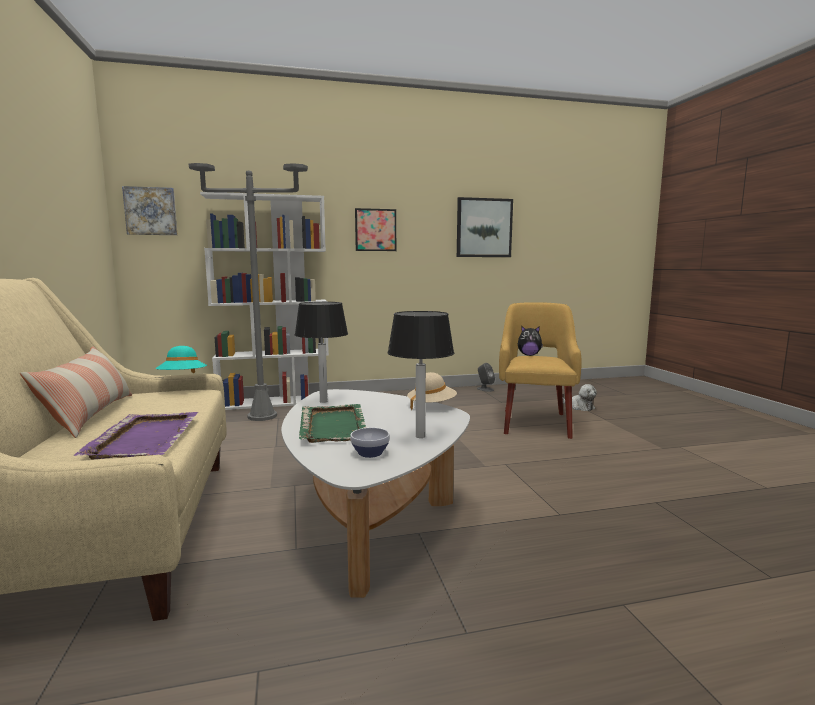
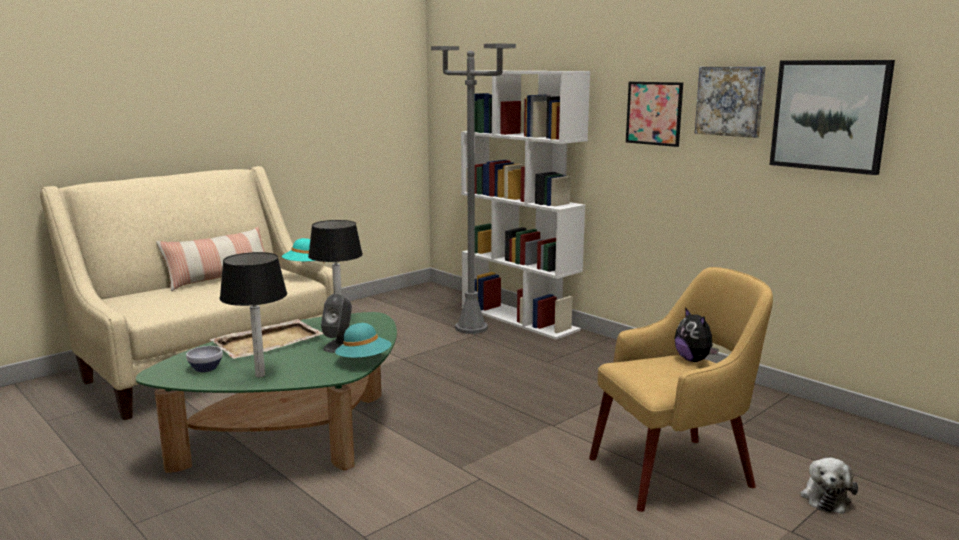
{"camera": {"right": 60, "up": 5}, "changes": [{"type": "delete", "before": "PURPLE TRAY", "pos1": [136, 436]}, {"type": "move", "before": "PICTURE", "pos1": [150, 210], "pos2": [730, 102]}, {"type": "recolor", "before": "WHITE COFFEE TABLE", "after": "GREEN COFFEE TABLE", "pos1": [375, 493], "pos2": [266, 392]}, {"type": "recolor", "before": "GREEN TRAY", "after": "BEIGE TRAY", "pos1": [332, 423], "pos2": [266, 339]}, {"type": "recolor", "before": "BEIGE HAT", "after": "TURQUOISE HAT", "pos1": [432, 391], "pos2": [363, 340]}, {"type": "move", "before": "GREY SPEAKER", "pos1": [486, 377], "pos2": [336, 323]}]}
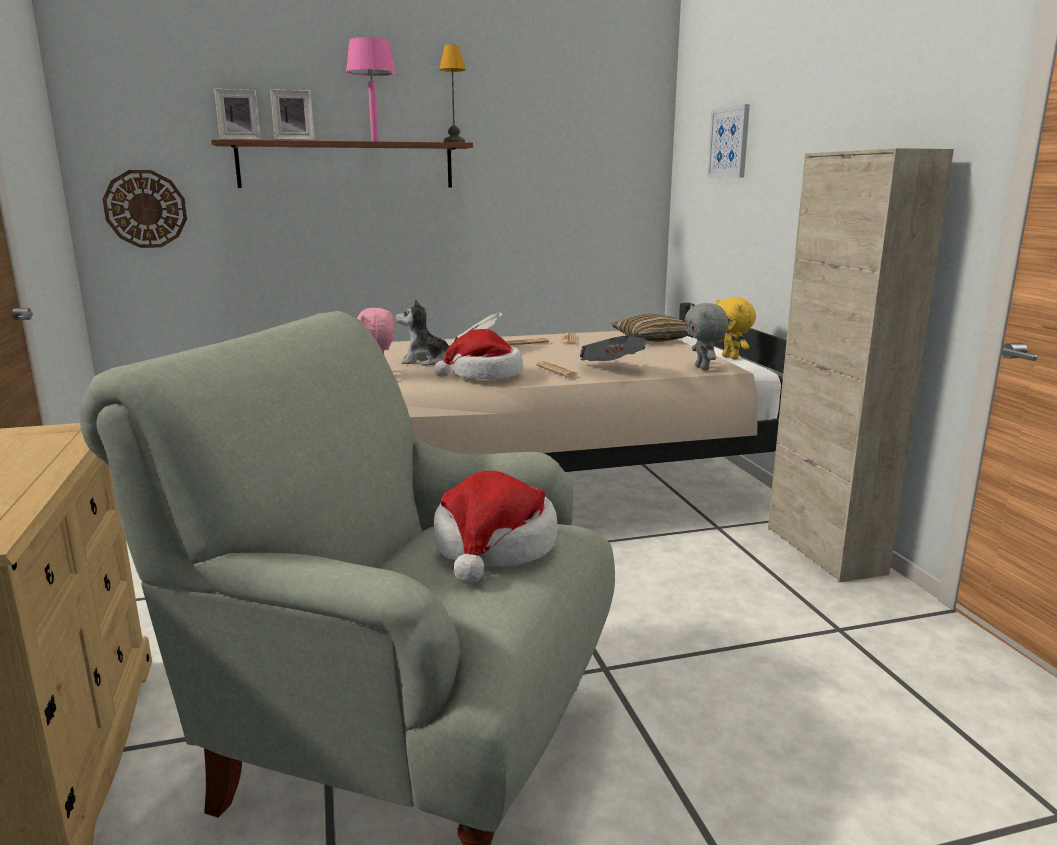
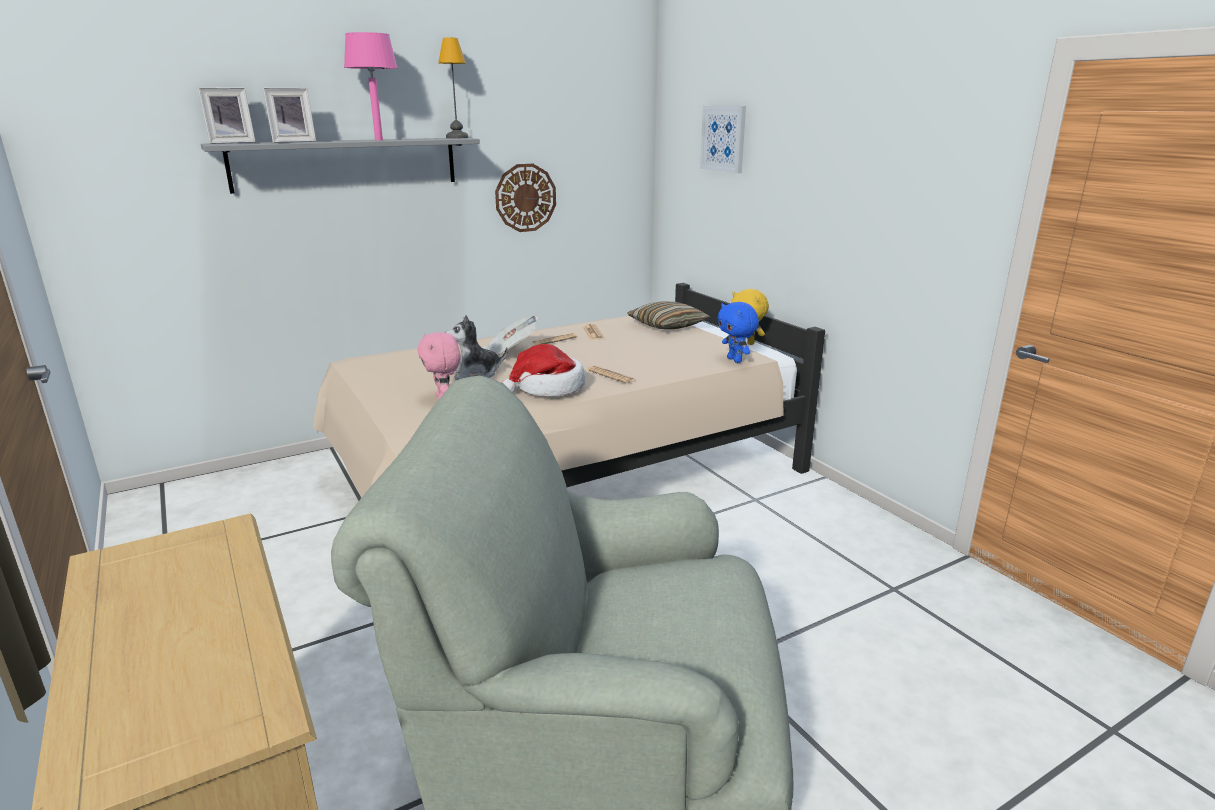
{"camera": {"right": -15, "up": 5}, "changes": [{"type": "move", "before": "WALL CLOCK", "pos1": [145, 209], "pos2": [525, 198]}, {"type": "recolor", "before": "BROWN SHELF", "after": "GREY SHELF", "pos1": [342, 163], "pos2": [340, 166]}, {"type": "delete", "before": "HAT", "pos1": [495, 527]}, {"type": "delete", "before": "NEWSPAPER", "pos1": [613, 348]}, {"type": "recolor", "before": "GREY PLUSH TOY", "after": "BLUE PLUSH TOY", "pos1": [706, 336], "pos2": [738, 332]}, {"type": "delete", "before": "BEIGE CABINET", "pos1": [861, 365]}]}
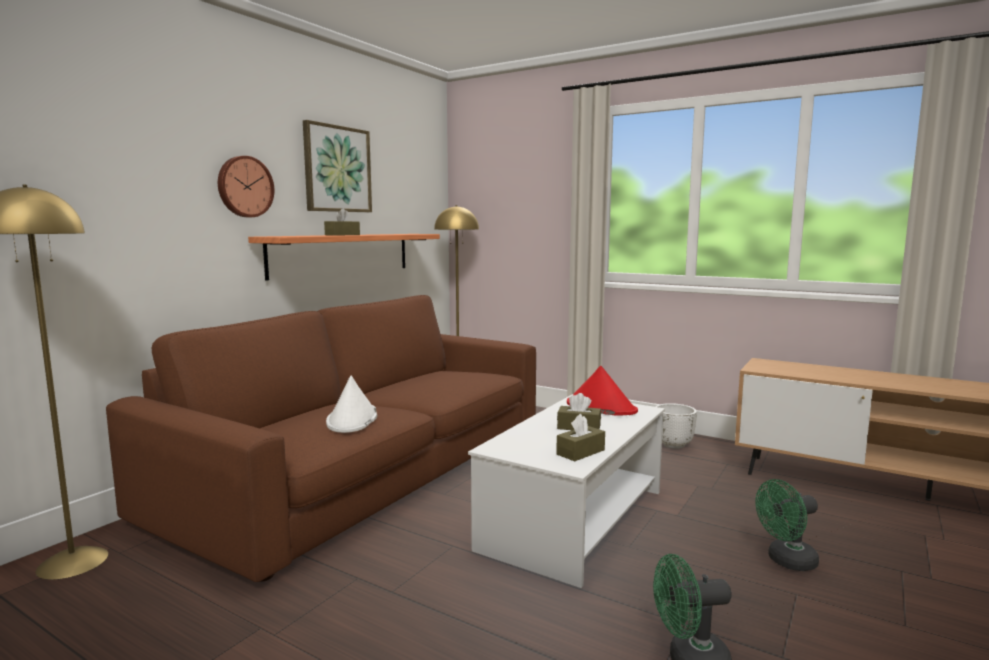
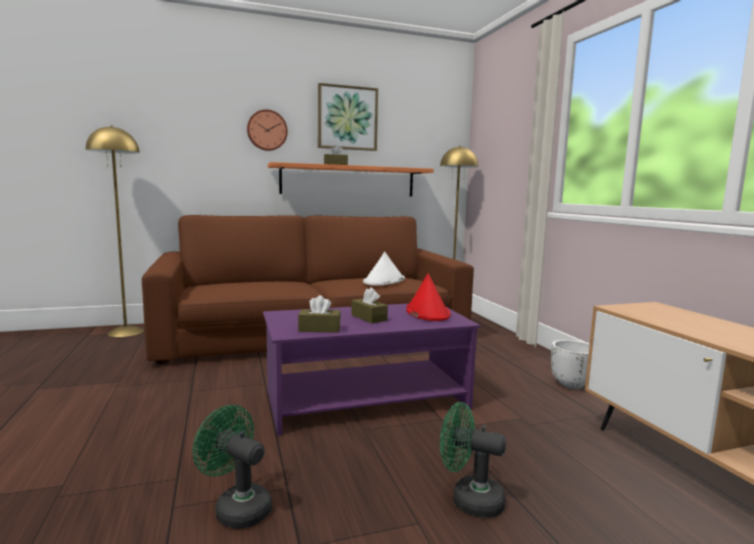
{"camera": {"right": 40, "up": 0}, "changes": [{"type": "move", "before": "WHITE HAT", "pos1": [351, 404], "pos2": [384, 269]}, {"type": "recolor", "before": "WHITE COFFEE TABLE", "after": "PURPLE COFFEE TABLE", "pos1": [566, 491], "pos2": [371, 370]}]}
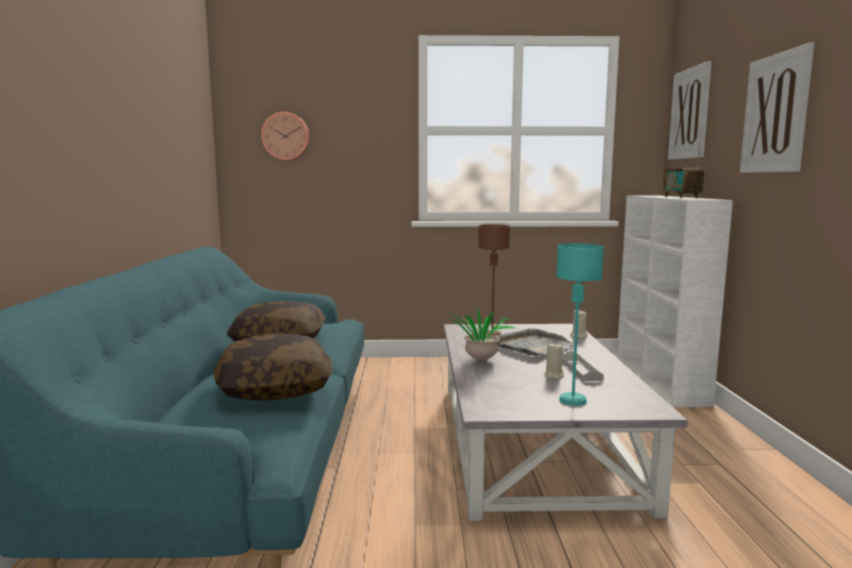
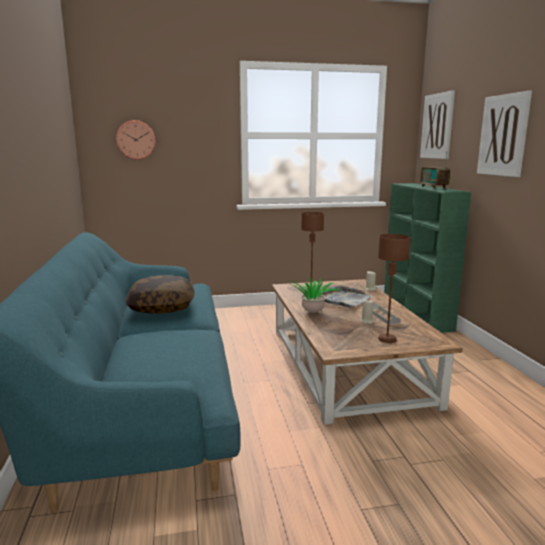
{"camera": {"right": -10, "up": 5}, "changes": [{"type": "delete", "before": "PILLOW", "pos1": [273, 367]}, {"type": "recolor", "before": "GREY COFFEE TABLE", "after": "BROWN COFFEE TABLE", "pos1": [566, 422], "pos2": [367, 352]}, {"type": "recolor", "before": "TURQUOISE TABLE LAMP", "after": "BROWN TABLE LAMP", "pos1": [580, 324], "pos2": [394, 288]}, {"type": "recolor", "before": "WHITE BOOKCASE", "after": "GREEN BOOKCASE", "pos1": [675, 301], "pos2": [427, 258]}]}
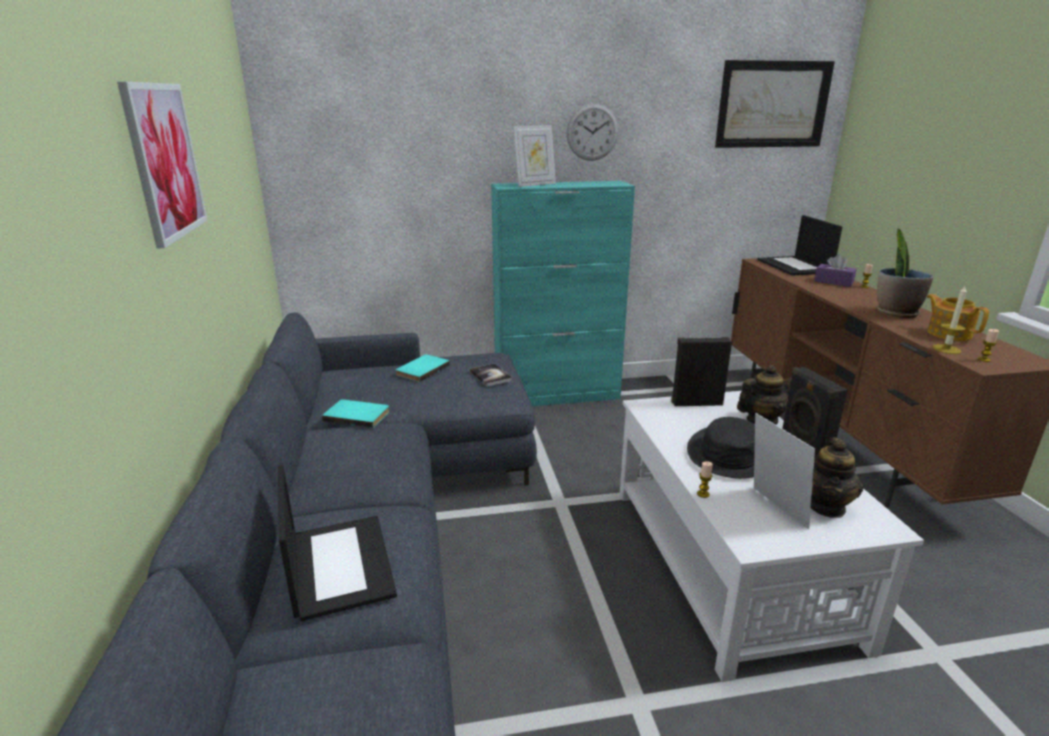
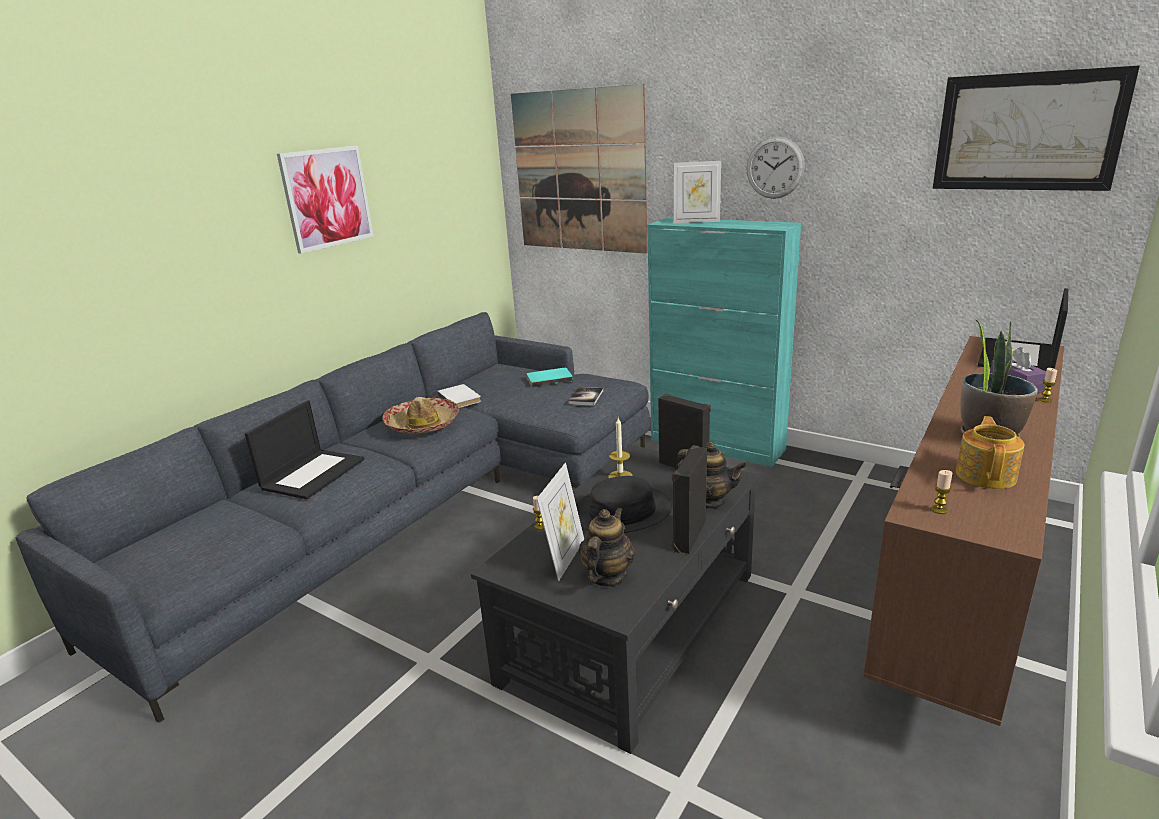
{"camera": {"right": 45, "up": 0}, "changes": [{"type": "recolor", "before": "TURQUOISE BOOK", "after": "WHITE BOOK", "pos1": [355, 413], "pos2": [459, 396]}, {"type": "recolor", "before": "WHITE COFFEE TABLE", "after": "BLACK COFFEE TABLE", "pos1": [772, 536], "pos2": [615, 599]}, {"type": "rotate", "before": "TEAPOT", "pos1": [837, 477], "pos2": [607, 547], "turn": 135}, {"type": "move", "before": "CANDLE", "pos1": [949, 320], "pos2": [620, 448]}, {"type": "insert", "after": "HAT", "pos2": [420, 415]}, {"type": "insert", "after": "PICTURE", "pos2": [579, 169]}]}
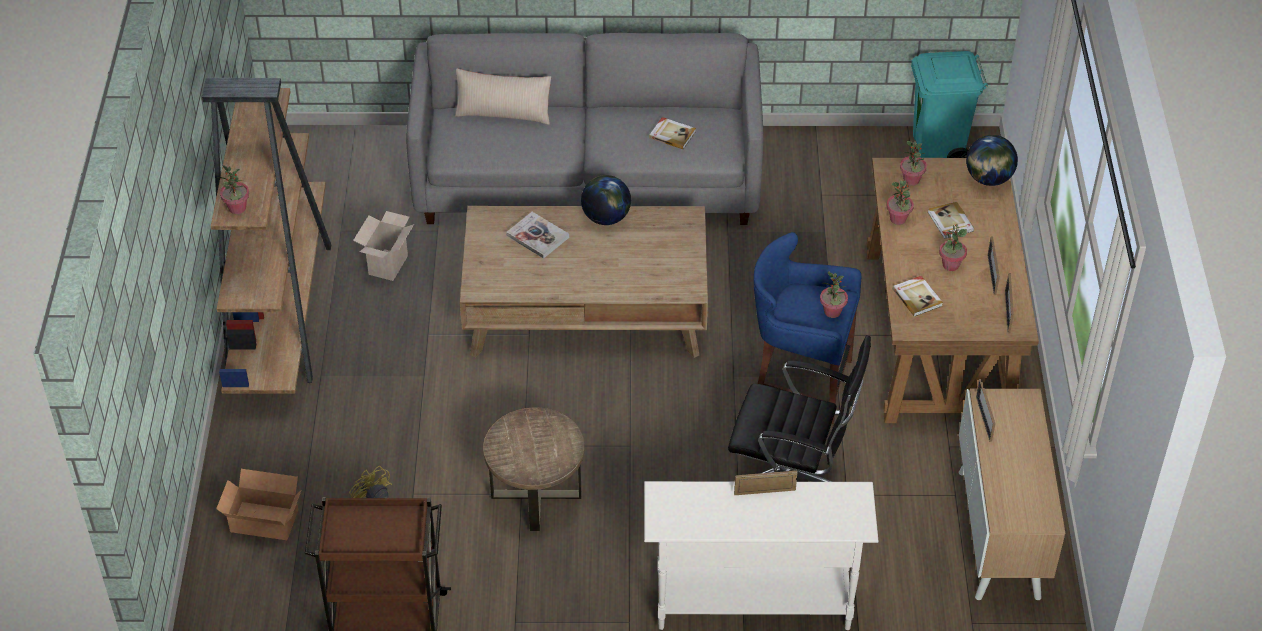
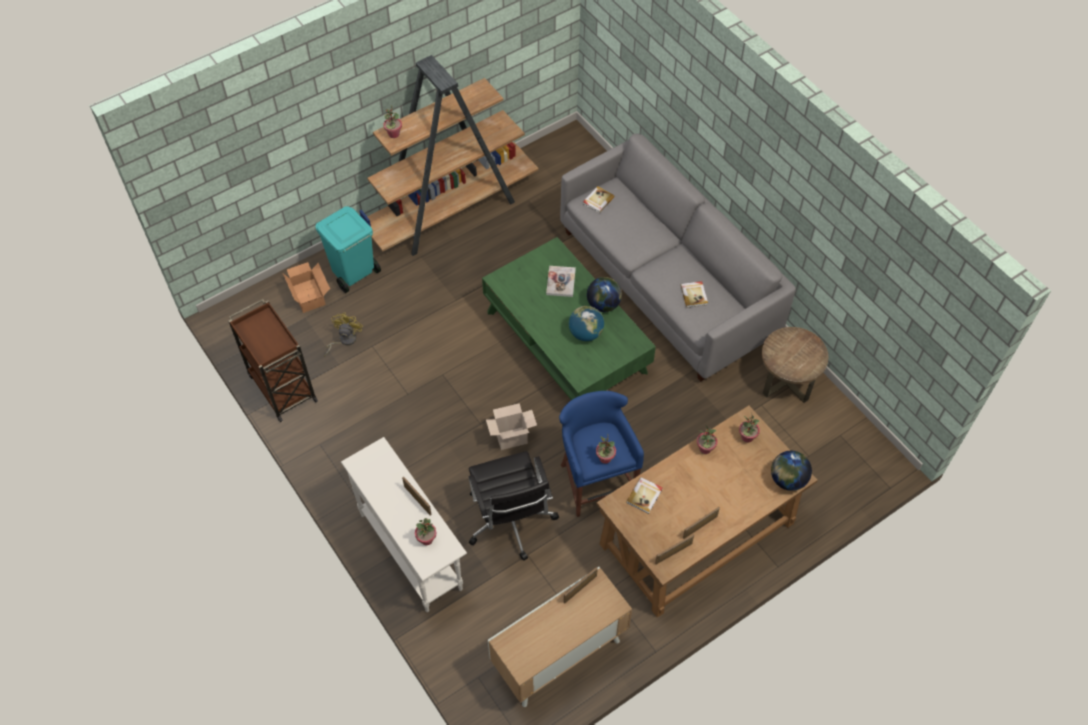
{"camera": {"right": 55, "up": 10}, "changes": [{"type": "move", "before": "CARDBOARD BOX", "pos1": [383, 246], "pos2": [511, 426]}, {"type": "delete", "before": "BEIGE PILLOW", "pos1": [503, 96]}, {"type": "recolor", "before": "BROWN COFFEE TABLE", "after": "GREEN COFFEE TABLE", "pos1": [584, 282], "pos2": [569, 318]}, {"type": "move", "before": "BROWN SIDE TABLE", "pos1": [534, 469], "pos2": [795, 365]}, {"type": "move", "before": "TURQUOISE TRASH CAN", "pos1": [949, 104], "pos2": [348, 249]}, {"type": "move", "before": "BOOK", "pos1": [951, 220], "pos2": [599, 199]}, {"type": "move", "before": "POTTED PLANT", "pos1": [953, 247], "pos2": [425, 531]}, {"type": "insert", "after": "GLOBE", "pos2": [586, 323]}]}
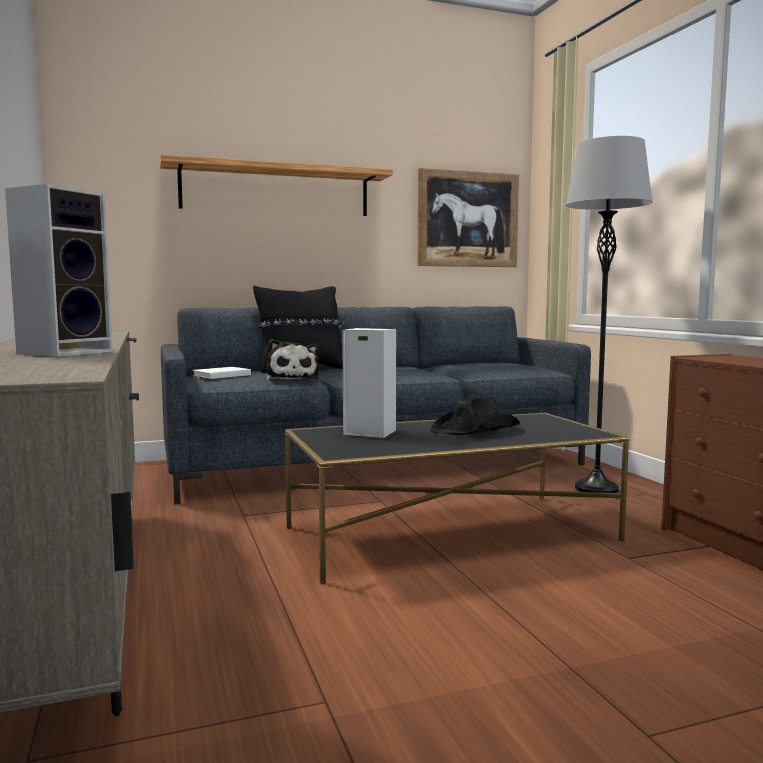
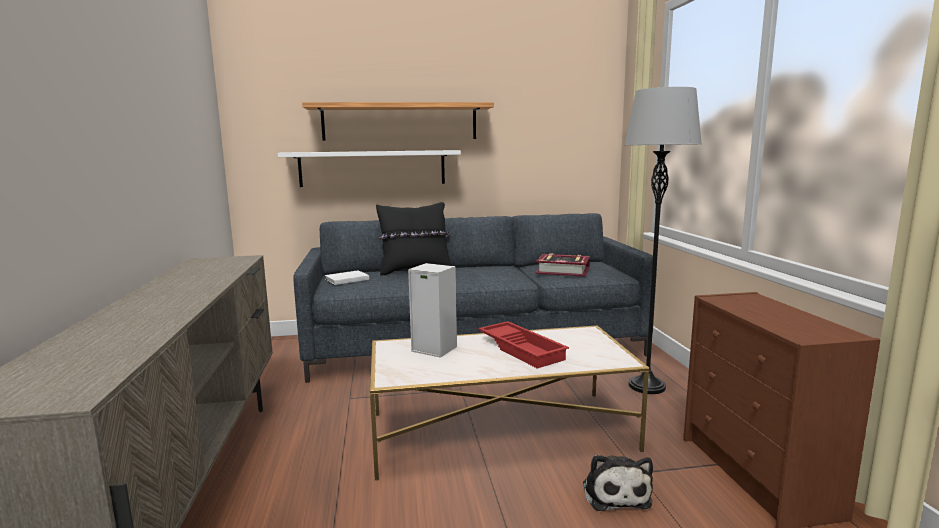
{"camera": {"right": 10, "up": 5}, "changes": [{"type": "delete", "before": "SPEAKER", "pos1": [59, 270]}, {"type": "move", "before": "PLUSH TOY", "pos1": [292, 360], "pos2": [618, 483]}, {"type": "recolor", "before": "BLACK COFFEE TABLE", "after": "WHITE COFFEE TABLE", "pos1": [457, 498], "pos2": [509, 403]}, {"type": "delete", "before": "PICTURE", "pos1": [468, 217]}, {"type": "replace", "before": "BLACK HAT", "after": "RED TRAY", "pos1": [475, 415], "pos2": [523, 345]}, {"type": "insert", "after": "WHITE SHELF", "pos2": [369, 168]}, {"type": "insert", "after": "BOOK", "pos2": [563, 265]}]}
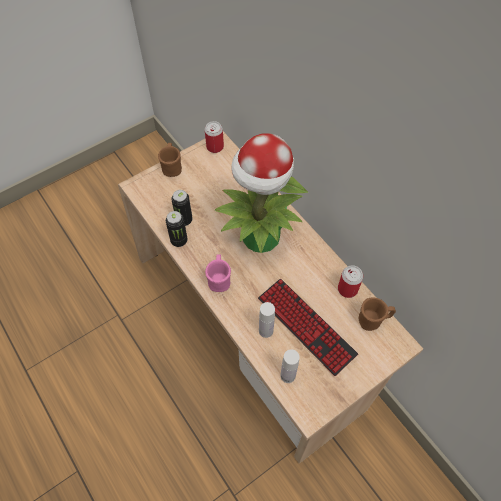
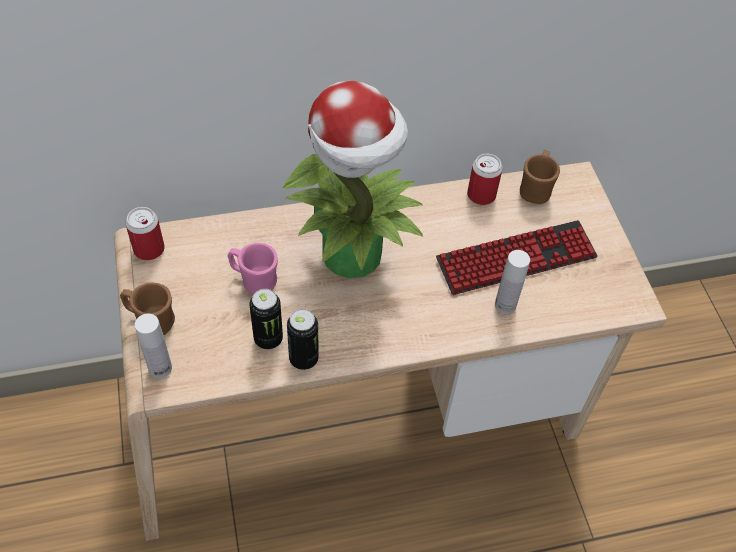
{"camera": {"right": -70, "up": -5}, "changes": [{"type": "move", "before": "PINK MUG", "pos1": [218, 273], "pos2": [253, 268]}, {"type": "move", "before": "WHITE BOTTLE", "pos1": [290, 366], "pos2": [153, 346]}]}
